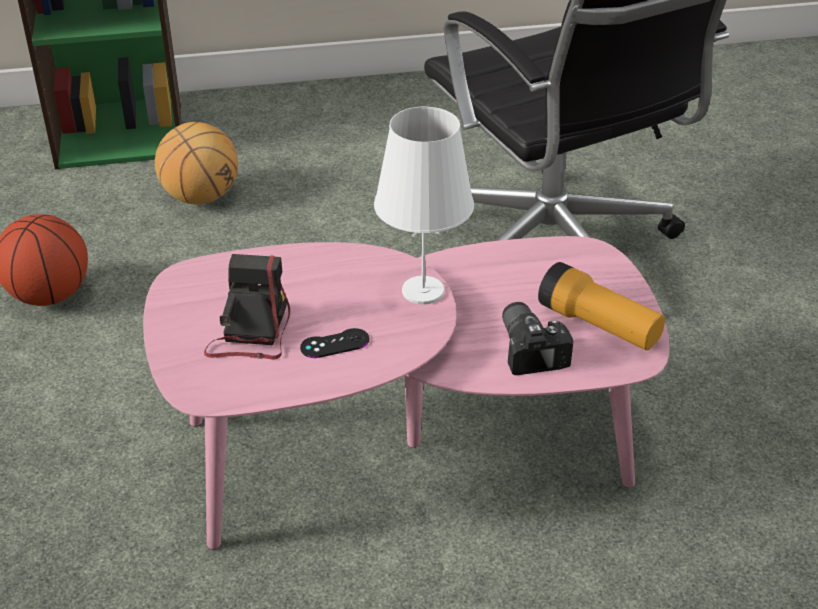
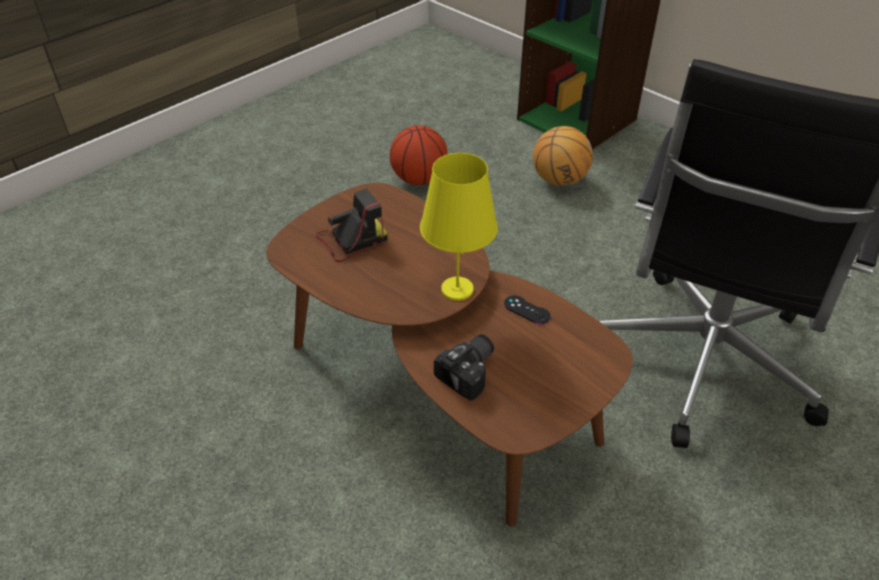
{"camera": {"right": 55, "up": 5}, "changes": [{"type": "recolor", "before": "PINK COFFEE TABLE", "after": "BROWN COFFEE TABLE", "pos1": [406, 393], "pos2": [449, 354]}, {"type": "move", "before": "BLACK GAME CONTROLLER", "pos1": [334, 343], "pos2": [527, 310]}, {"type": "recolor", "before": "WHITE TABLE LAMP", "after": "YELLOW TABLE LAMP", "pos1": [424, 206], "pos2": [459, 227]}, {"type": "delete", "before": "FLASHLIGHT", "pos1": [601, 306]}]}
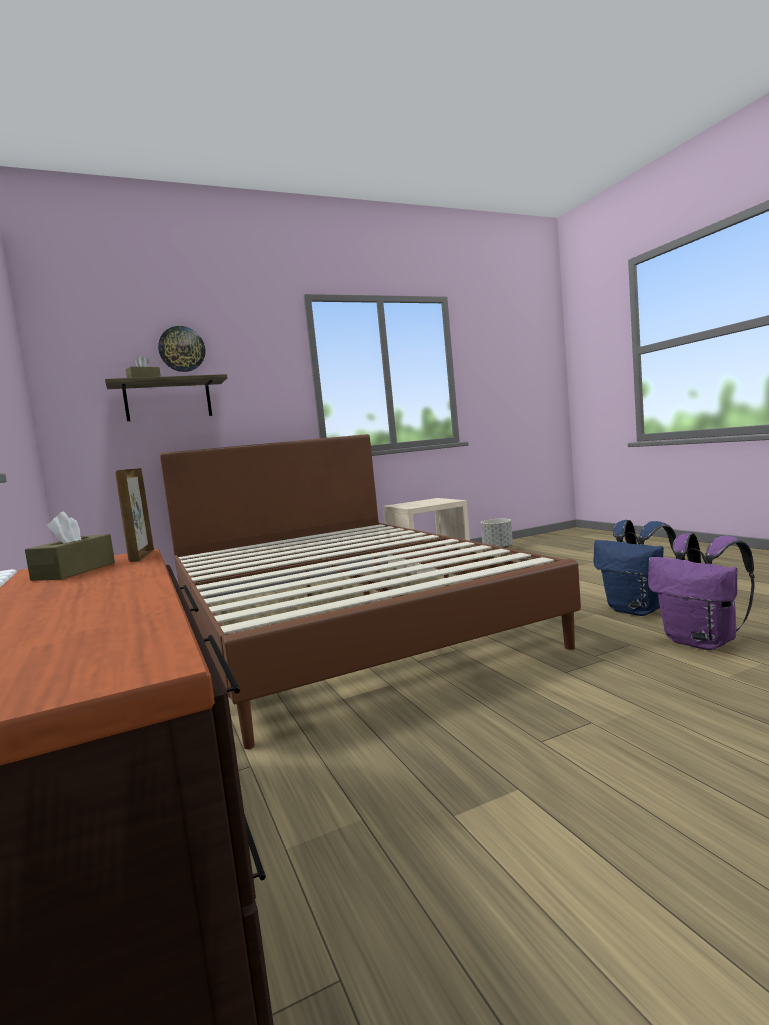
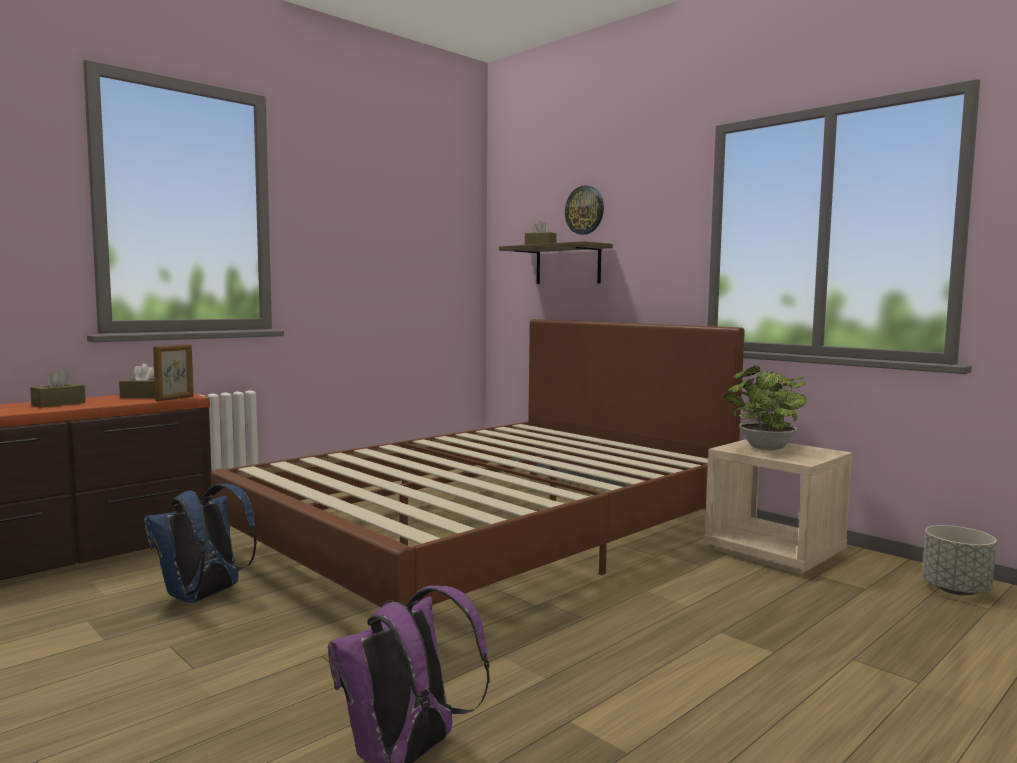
{"camera": {"right": 70, "up": 0}, "changes": [{"type": "rotate", "before": "PICTURE FRAME", "pos1": [134, 515], "pos2": [173, 372], "turn": 150}, {"type": "move", "before": "BLUE BACKPACK", "pos1": [635, 568], "pos2": [200, 543]}, {"type": "insert", "after": "BROWN TISSUE BOX", "pos2": [58, 387]}, {"type": "insert", "after": "POTTED PLANT", "pos2": [765, 408]}]}
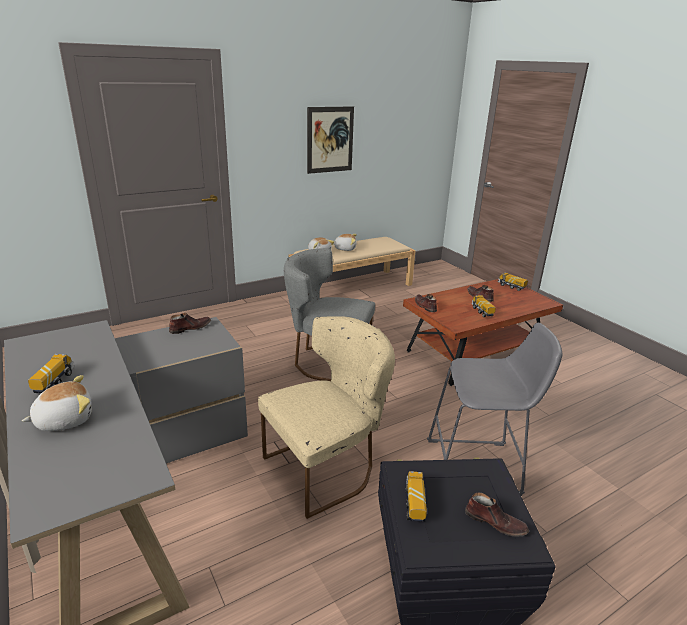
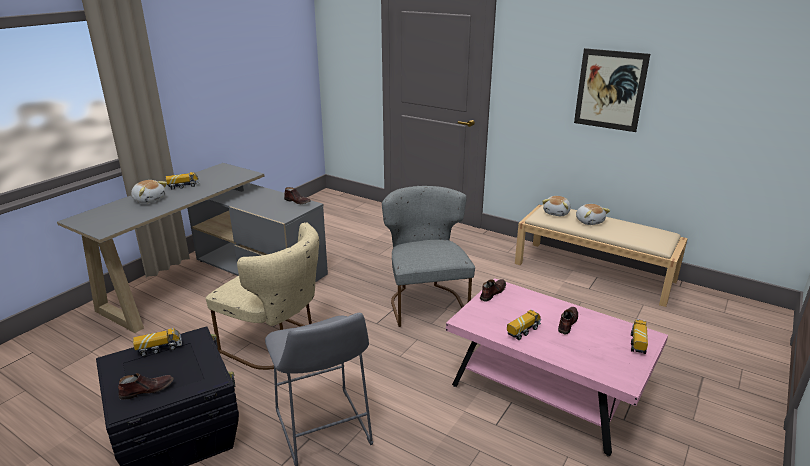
{"camera": {"right": 65, "up": 0}, "changes": [{"type": "recolor", "before": "BROWN COFFEE TABLE", "after": "PINK COFFEE TABLE", "pos1": [483, 332], "pos2": [557, 367]}, {"type": "rotate", "before": "BROWN SHOE", "pos1": [497, 515], "pos2": [146, 386], "turn": -120}]}
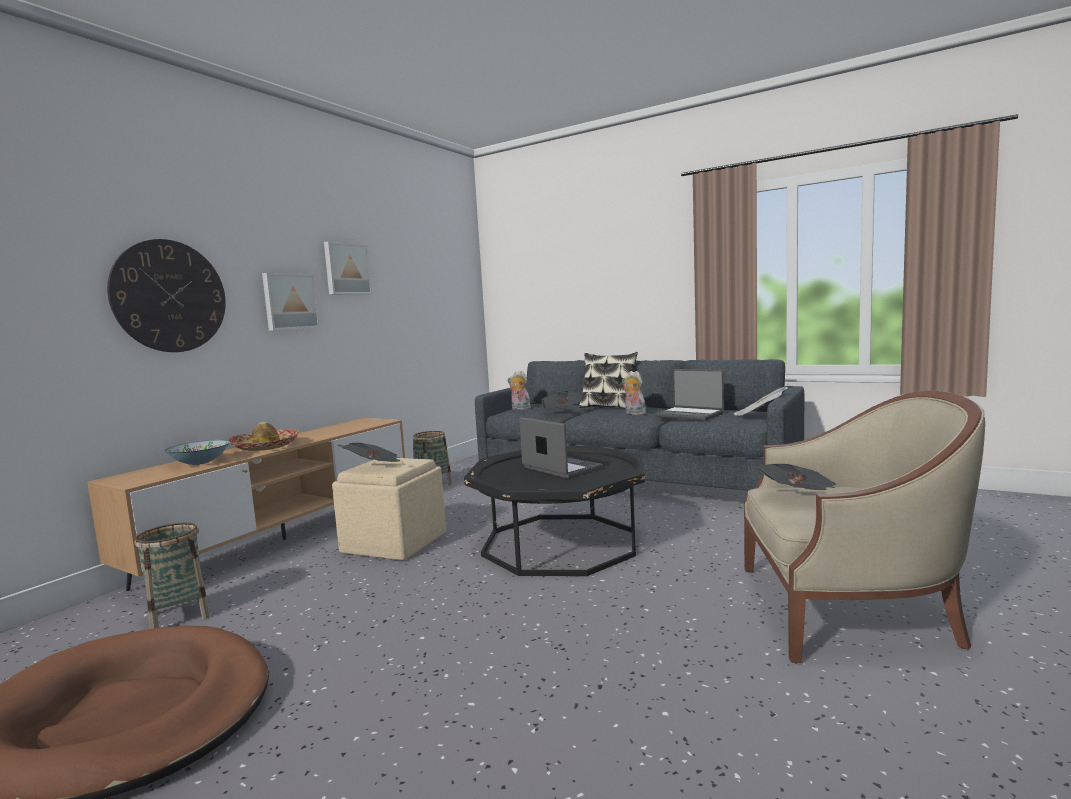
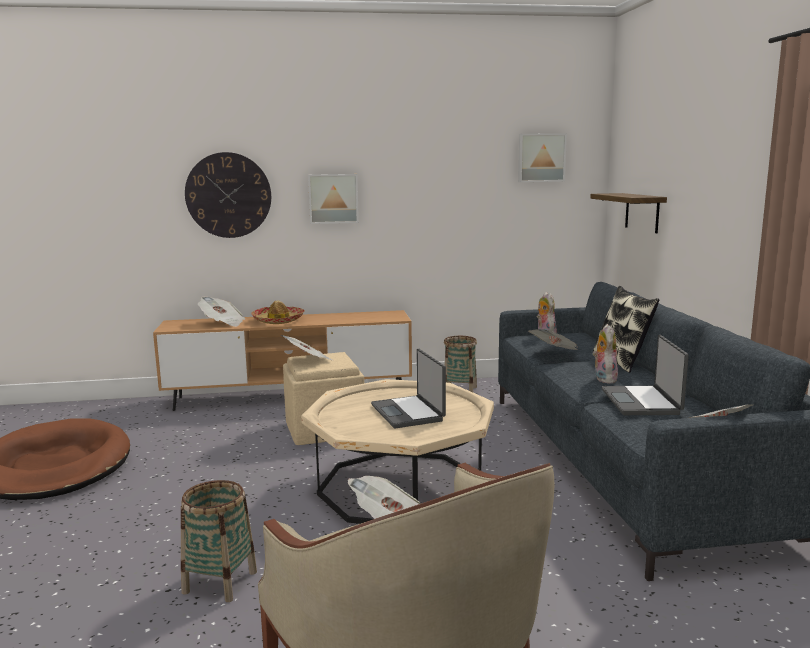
{"camera": {"right": 50, "up": 5}, "changes": [{"type": "move", "before": "BASKET", "pos1": [172, 576], "pos2": [219, 541]}, {"type": "replace", "before": "BOWL", "after": "NEWSPAPER", "pos1": [197, 452], "pos2": [222, 311]}, {"type": "move", "before": "PICTURE", "pos1": [348, 267], "pos2": [542, 157]}, {"type": "recolor", "before": "BLACK COFFEE TABLE", "after": "BEIGE COFFEE TABLE", "pos1": [554, 511], "pos2": [397, 451]}, {"type": "rotate", "before": "LAPTOP", "pos1": [561, 447], "pos2": [408, 388], "turn": 150}, {"type": "insert", "after": "SHELF", "pos2": [628, 213]}]}
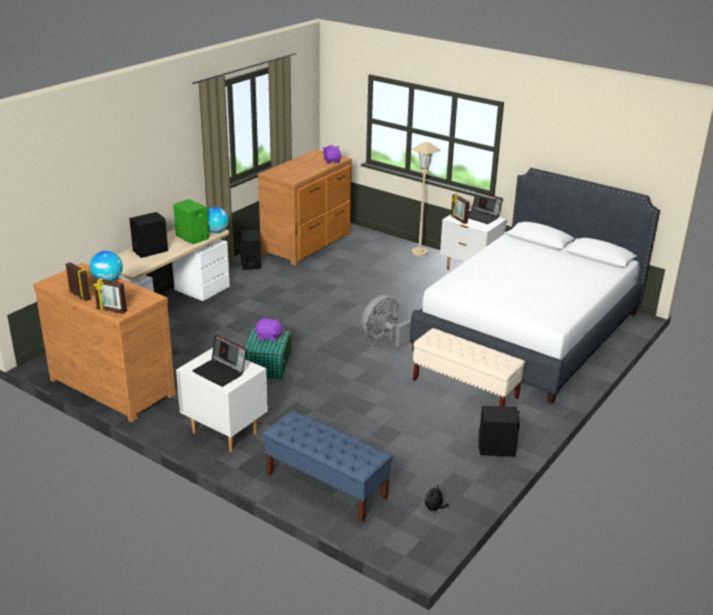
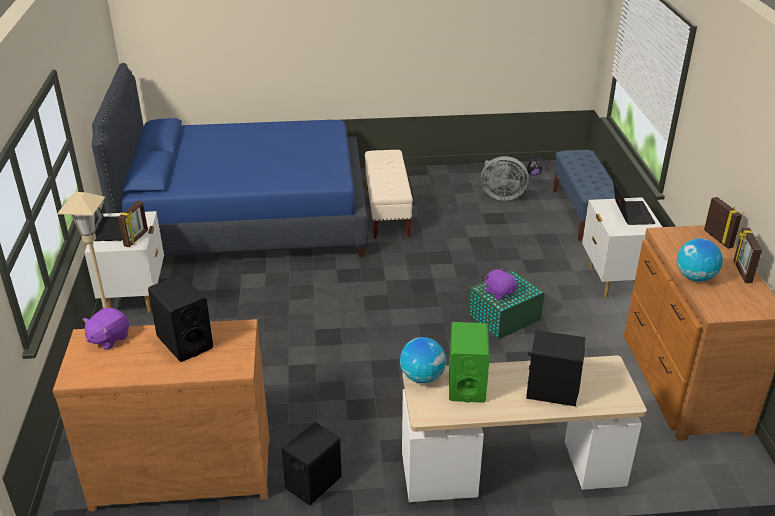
{"camera": {"right": -130, "up": 5}, "changes": [{"type": "move", "before": "GREY FAN", "pos1": [386, 321], "pos2": [505, 178]}, {"type": "recolor", "before": "WHITE BED", "after": "BLUE BED", "pos1": [535, 286], "pos2": [230, 160]}, {"type": "move", "before": "BLACK SPEAKER", "pos1": [499, 431], "pos2": [180, 318]}]}
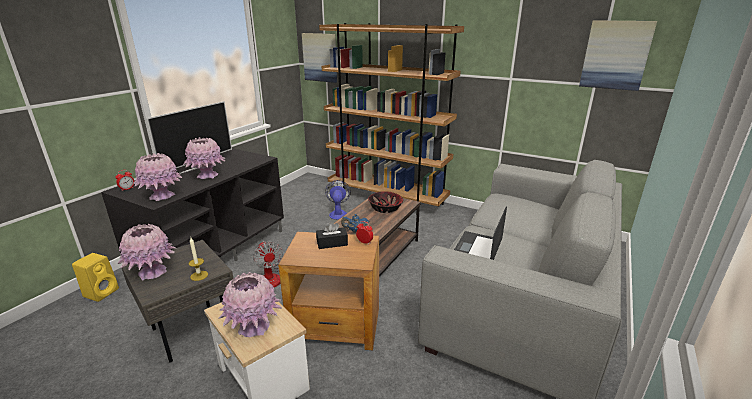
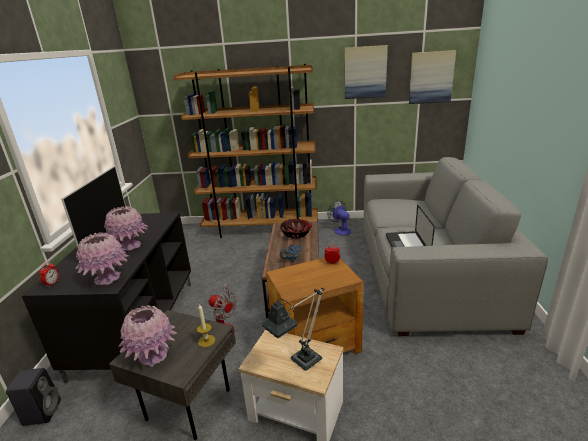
{"camera": {"right": -25, "up": 0}, "changes": [{"type": "recolor", "before": "YELLOW SPEAKER", "after": "BLACK SPEAKER", "pos1": [95, 277], "pos2": [33, 397]}, {"type": "replace", "before": "PINK VASE", "after": "TABLE LAMP", "pos1": [250, 304], "pos2": [292, 329]}, {"type": "move", "before": "PICTURE", "pos1": [319, 58], "pos2": [366, 72]}, {"type": "delete", "before": "BLACK TISSUE BOX", "pos1": [332, 235]}, {"type": "move", "before": "FAN", "pos1": [338, 200], "pos2": [339, 218]}]}
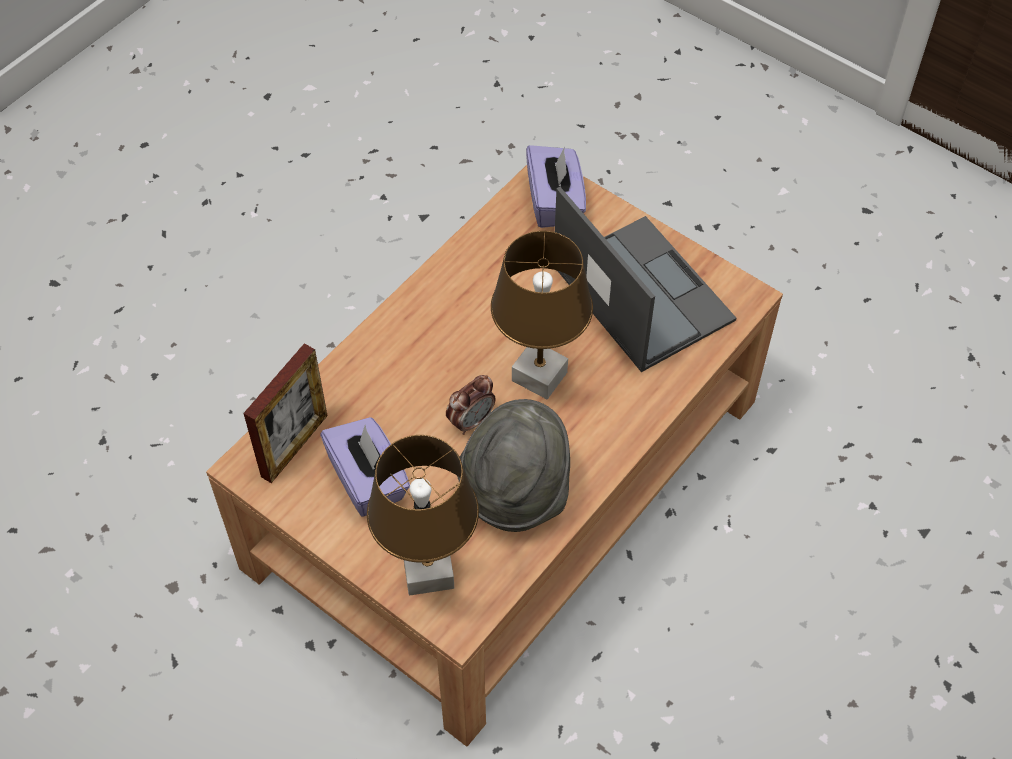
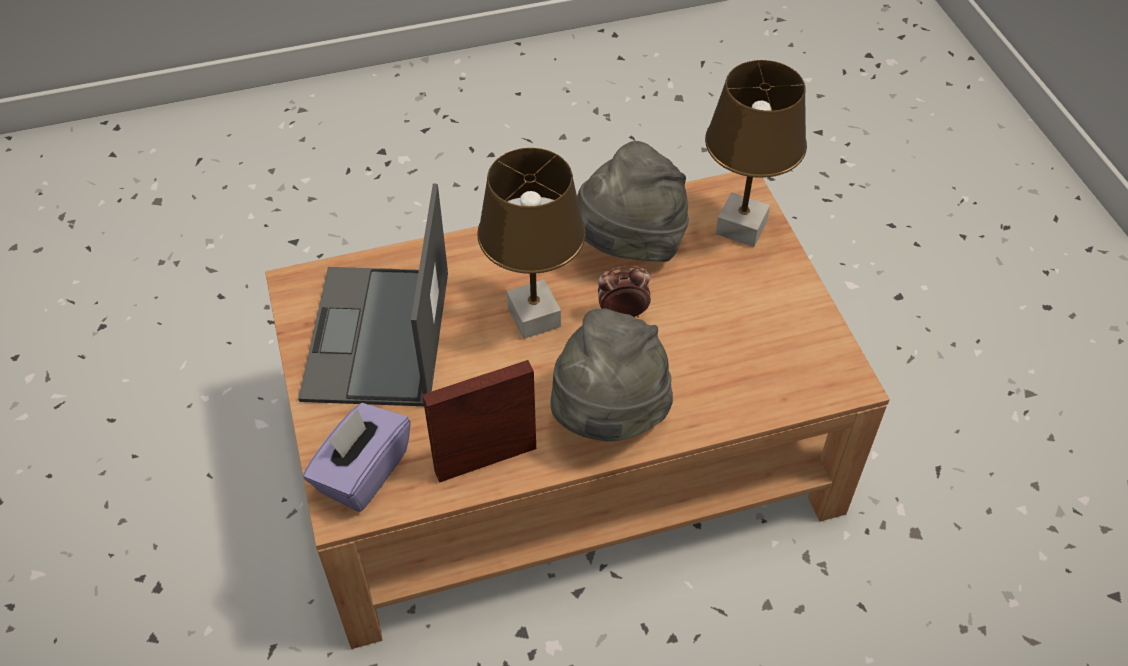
{"camera": {"right": -145, "up": -5}, "changes": [{"type": "move", "before": "PICTURE FRAME", "pos1": [285, 413], "pos2": [479, 421]}, {"type": "delete", "before": "PURPLE TISSUE BOX", "pos1": [365, 466]}, {"type": "insert", "after": "GREY HAT", "pos2": [611, 375]}]}
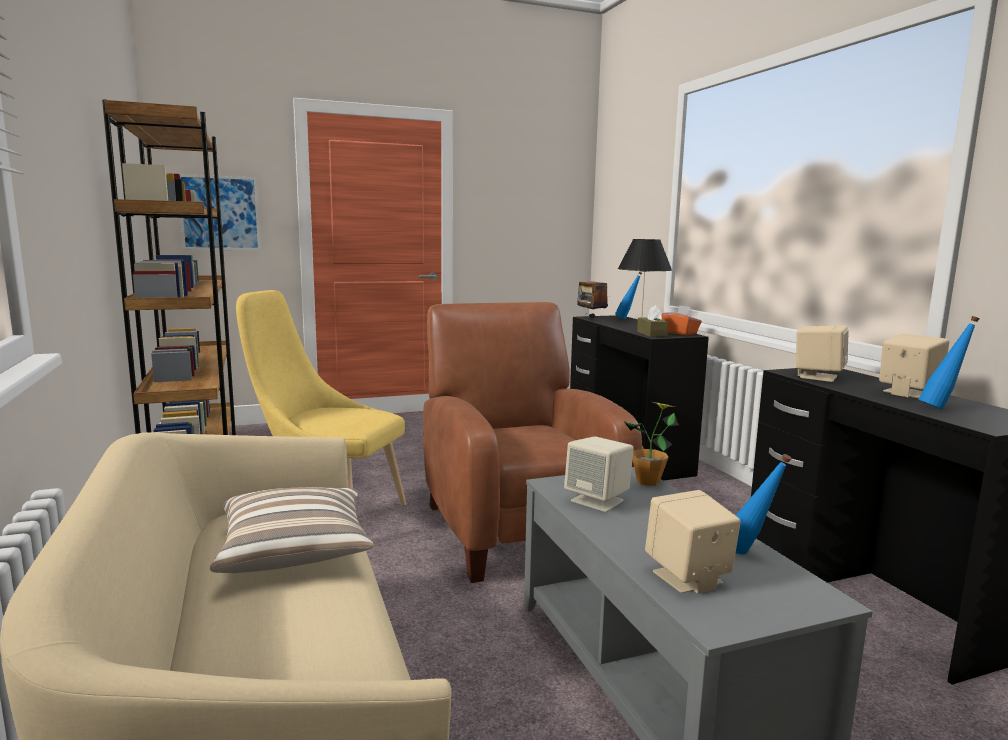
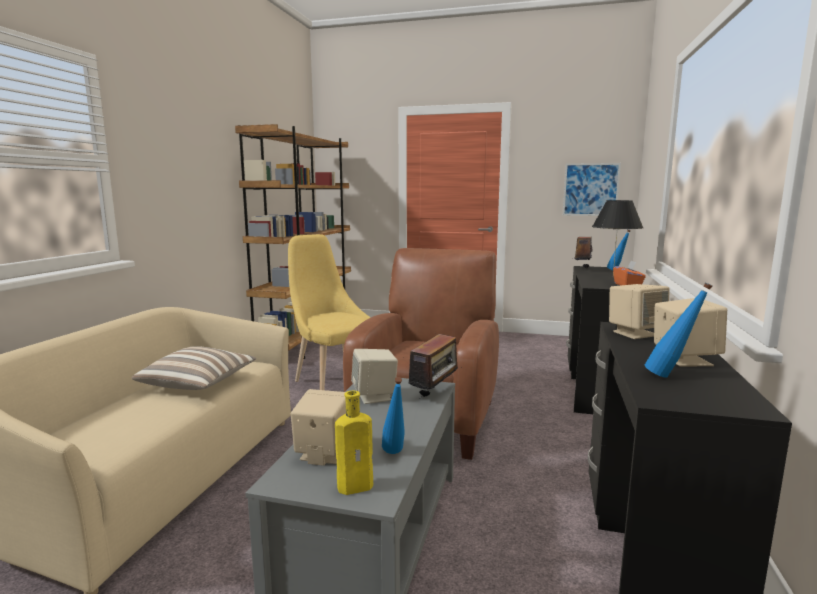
{"camera": {"right": 35, "up": 0}, "changes": [{"type": "move", "before": "PICTURE", "pos1": [220, 212], "pos2": [592, 189]}, {"type": "replace", "before": "POTTED PLANT", "after": "RADIO", "pos1": [651, 444], "pos2": [435, 366]}, {"type": "delete", "before": "BROWN TISSUE BOX", "pos1": [652, 321]}, {"type": "insert", "after": "YELLOW BOTTLE", "pos2": [354, 443]}]}
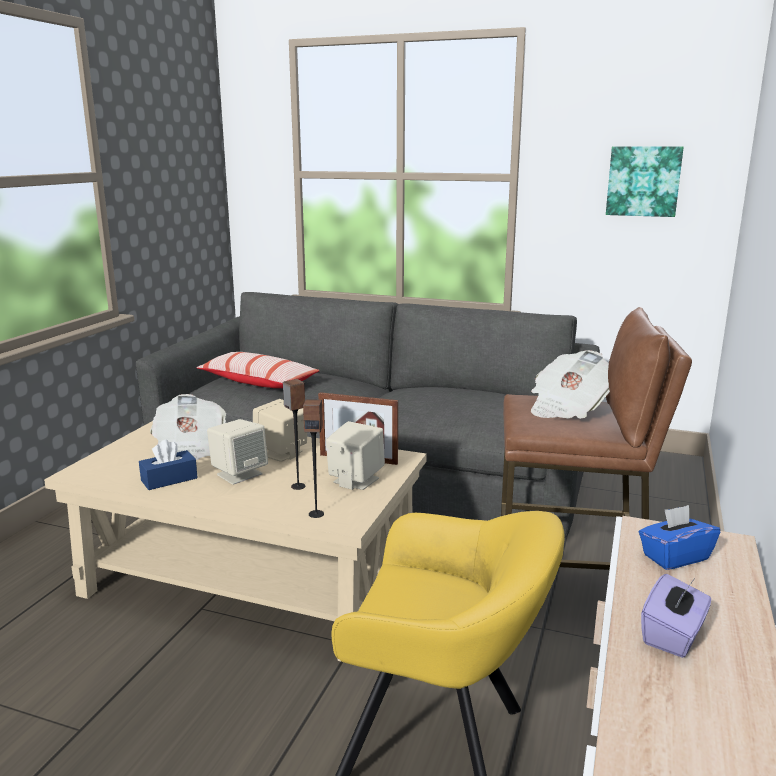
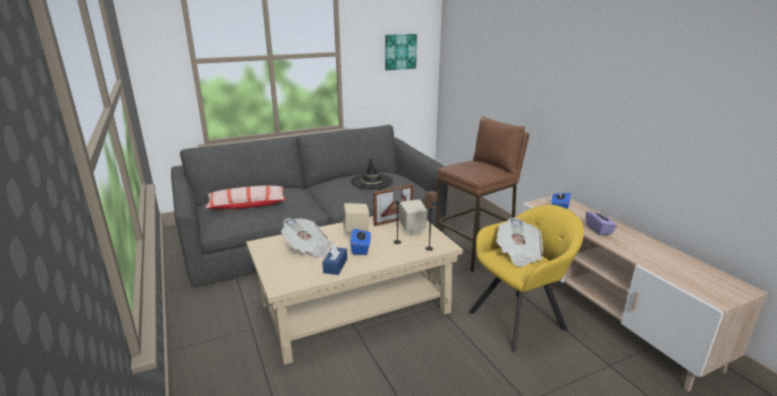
{"camera": {"right": -45, "up": 5}, "changes": [{"type": "replace", "before": "BEIGE SPEAKER", "after": "BLUE TISSUE BOX", "pos1": [237, 452], "pos2": [360, 241]}, {"type": "move", "before": "NEWSPAPER", "pos1": [570, 384], "pos2": [519, 242]}, {"type": "insert", "after": "BLACK HAT", "pos2": [372, 173]}]}
